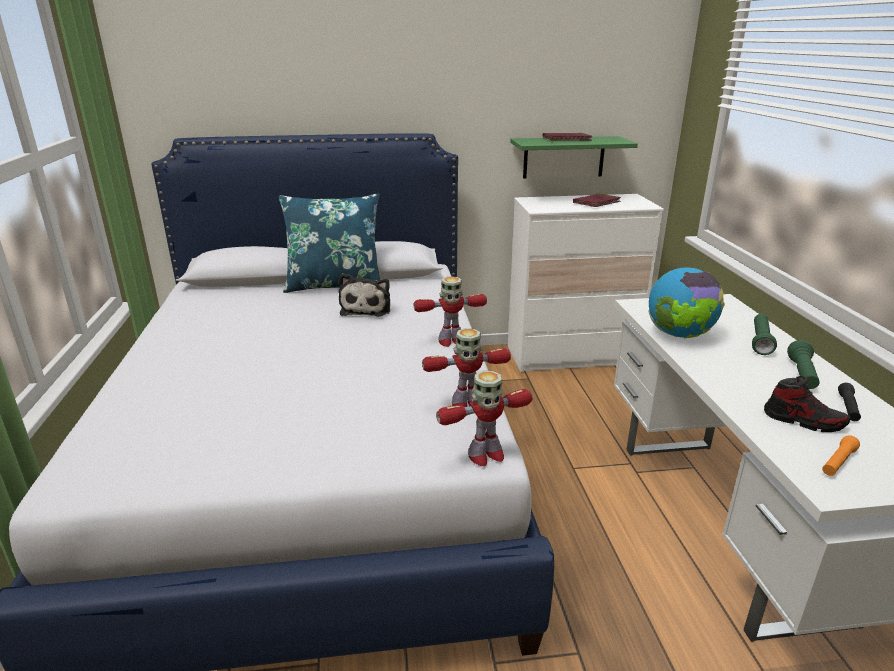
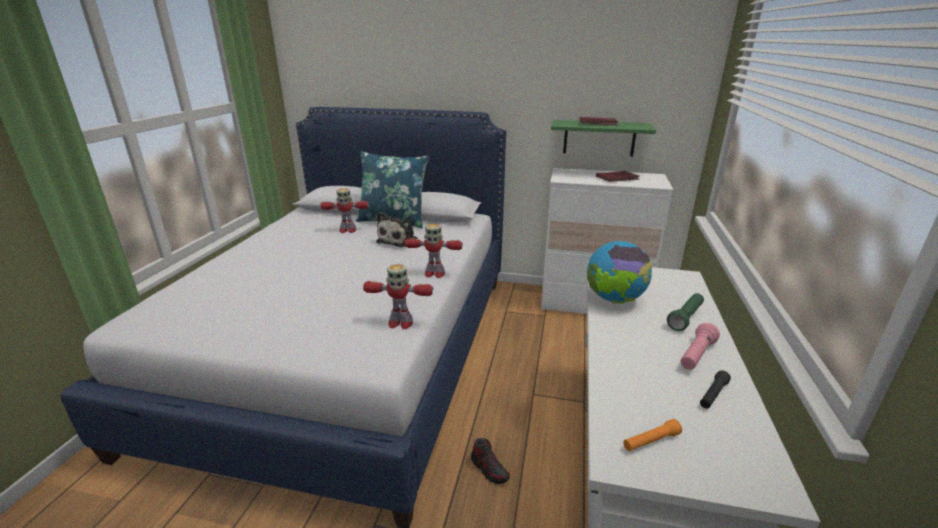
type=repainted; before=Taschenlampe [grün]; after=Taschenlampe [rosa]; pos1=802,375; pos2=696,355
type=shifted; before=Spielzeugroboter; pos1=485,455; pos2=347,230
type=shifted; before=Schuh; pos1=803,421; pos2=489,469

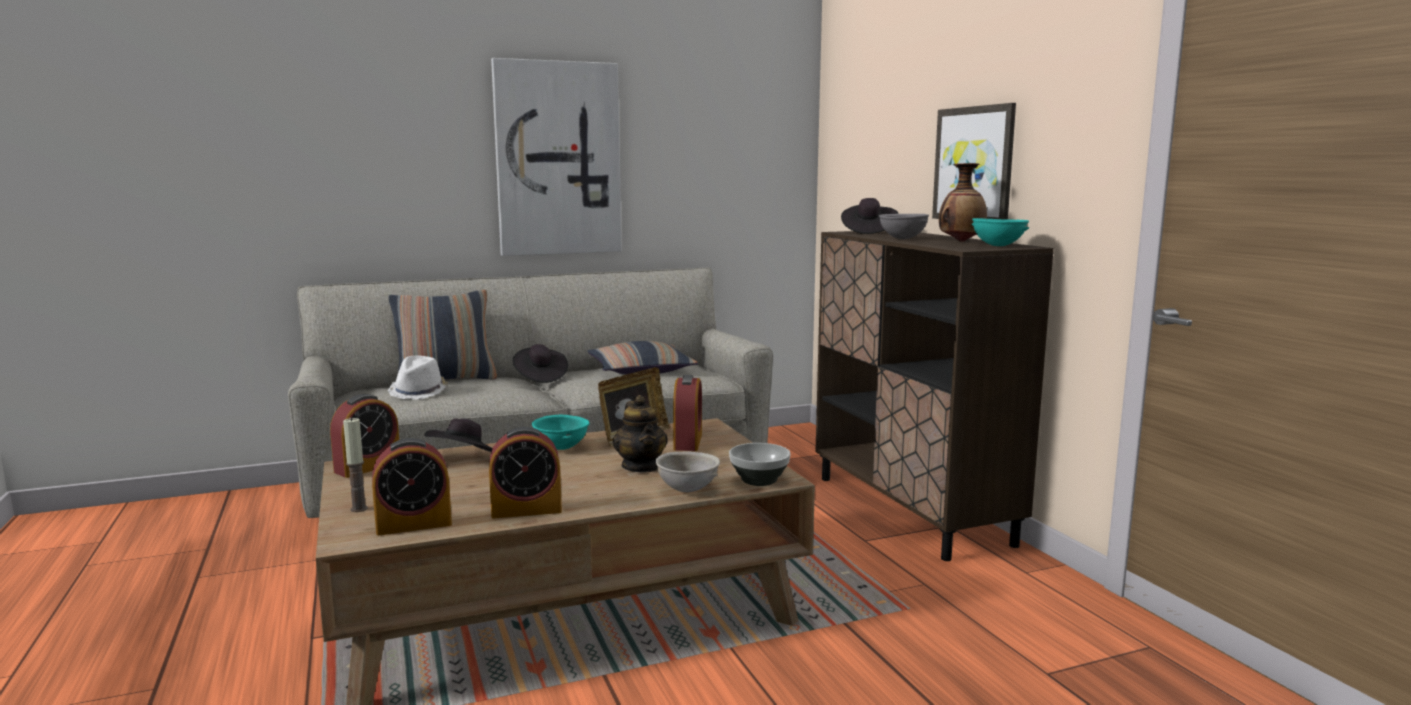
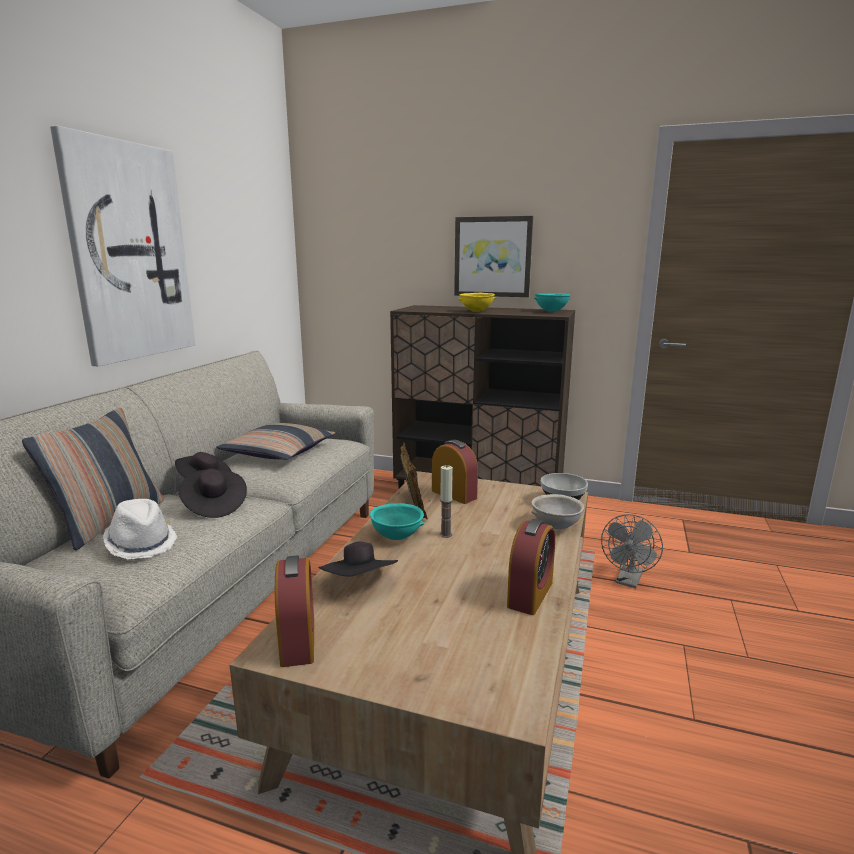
type=gone; before=Vase; pos1=960,241
type=shifted; before=Hut [schwarz]; pos1=868,232; pos2=214,506
type=repainted; before=Schüssel [grau]; after=Schüssel [gelb]; pos1=902,239; pos2=476,311
type=gone; before=Teekanne; pos1=641,467
type=shifted; before=Kerze; pos1=359,509; pos2=445,534
type=gone; before=Wecker; pos1=414,524
type=new; after=Ventilator [grau]; pos2=628,581

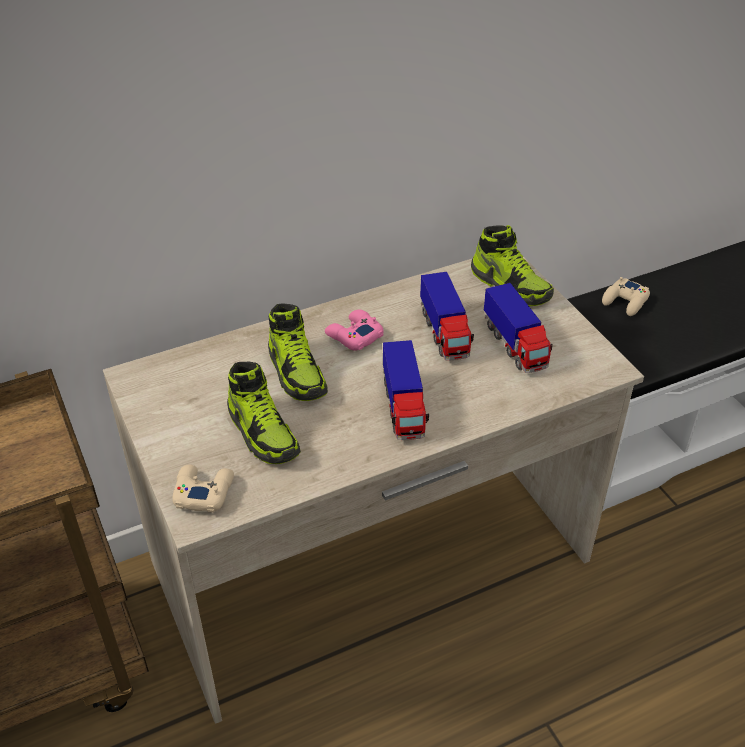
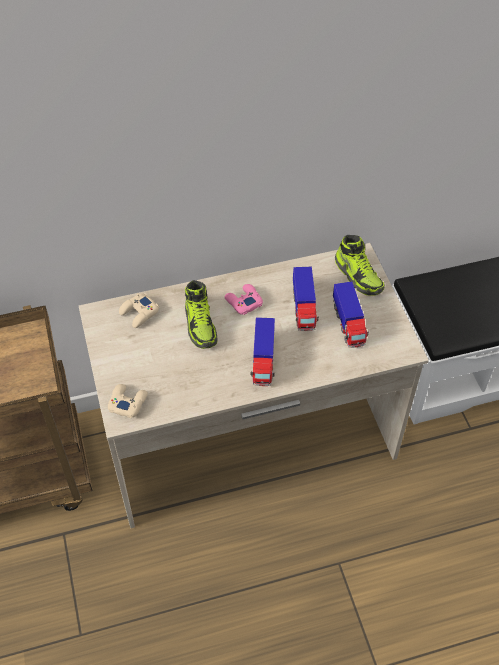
type=shifted; before=Gamepad [beige]; pos1=625,301; pos2=139,313
type=gone; before=Schuh; pos1=263,432

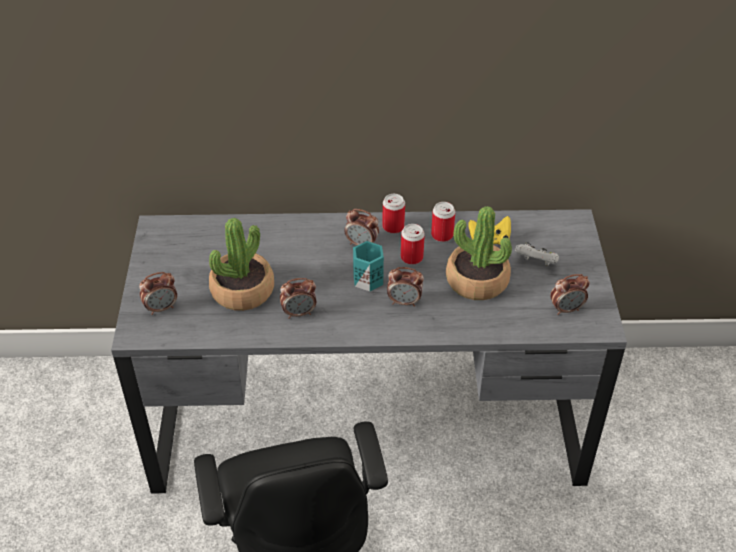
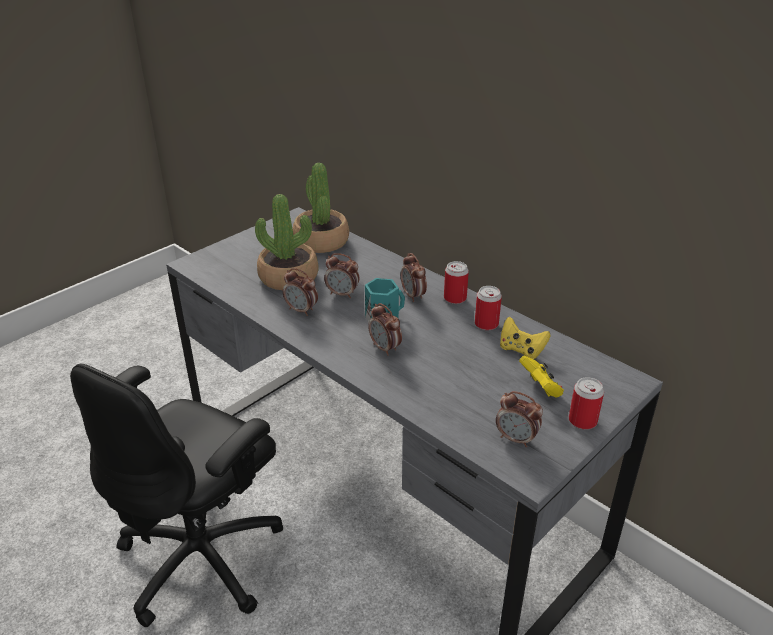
type=shifted; before=Topfpflanze; pos1=477,281; pos2=321,241
type=shifted; before=Dose; pos1=411,257; pos2=582,421
type=repainted; before=Gamepad [weiß]; after=Gamepad [gelb]; pos1=536,263; pos2=541,389
type=shifted; before=Wecker; pos1=161,308; pos2=342,294

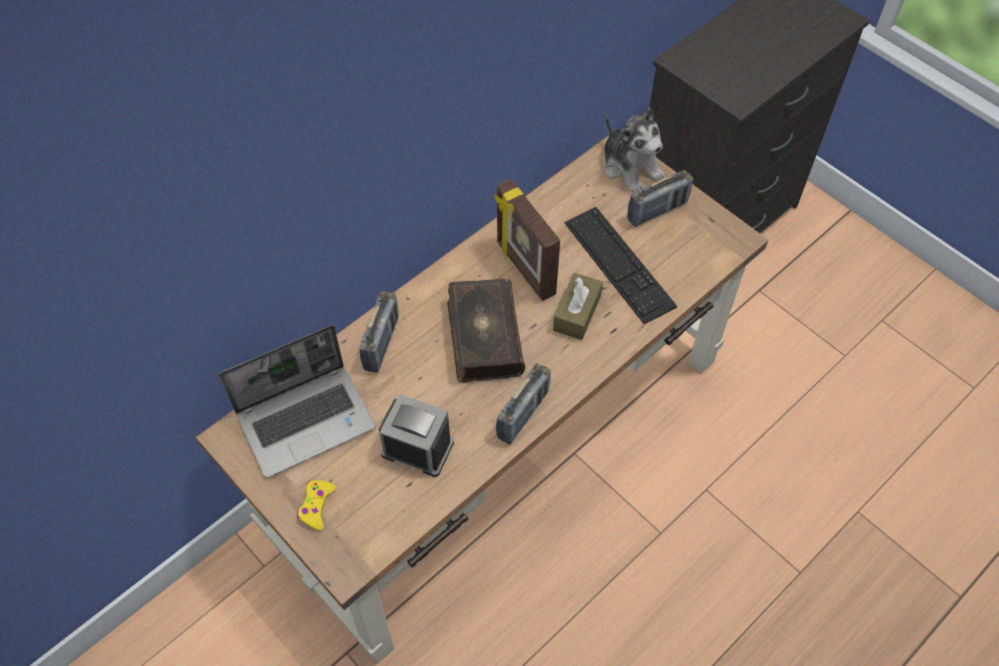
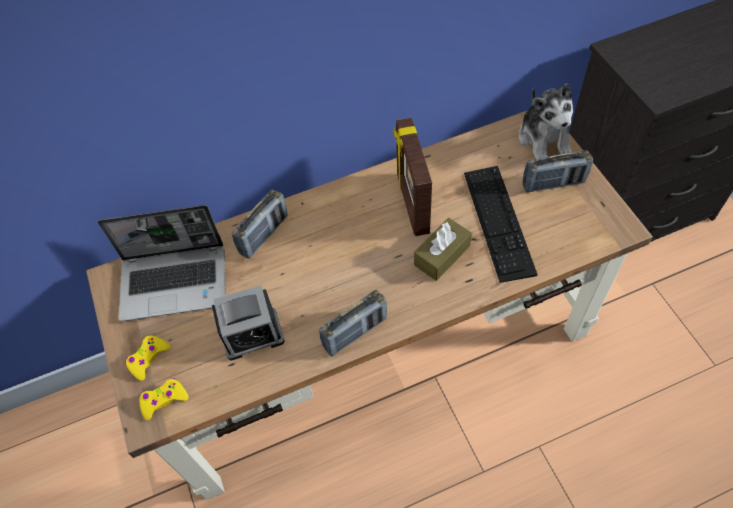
type=gone; before=Buch; pos1=483,337
type=rotated; before=Wecker; pos1=417,448; pos2=252,334; turn=120
type=new; after=Gamepad [gelb]; pos2=164,400

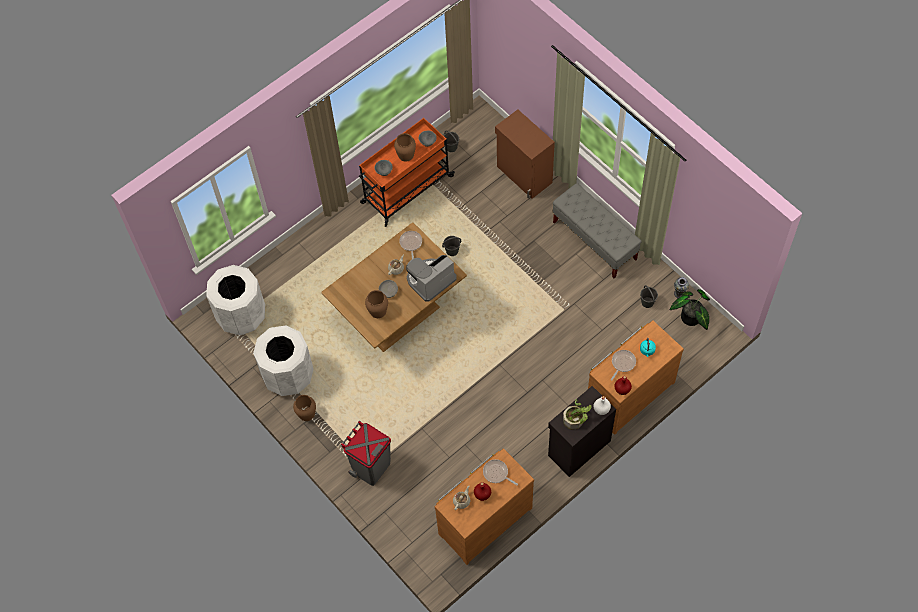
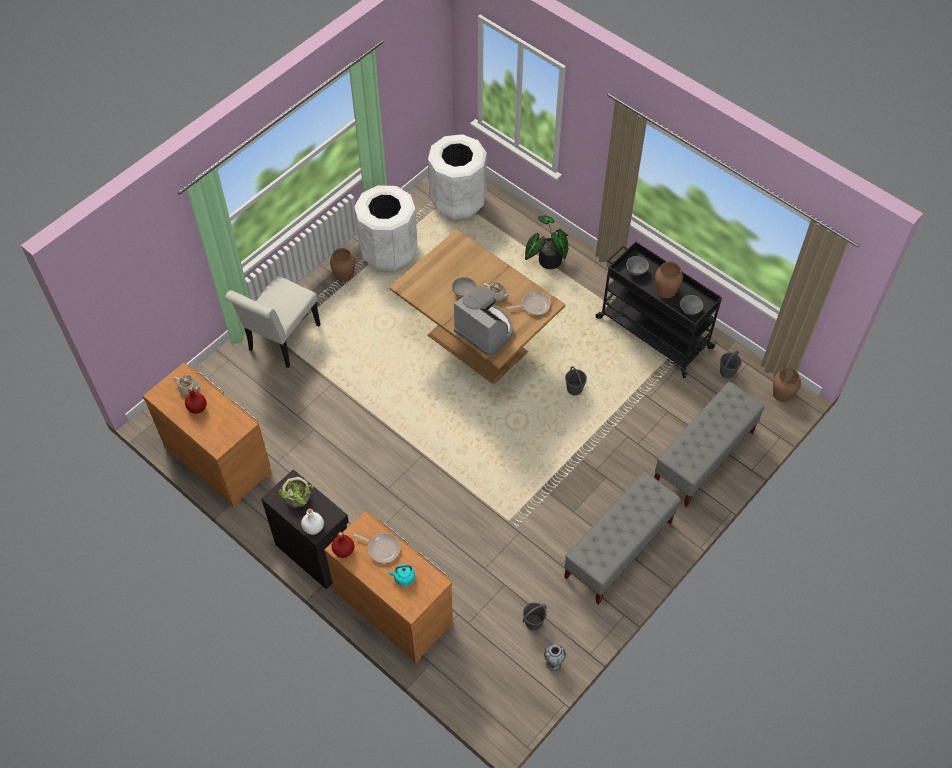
type=swapped; before=Schrank [braun]; after=Bank [grau]; pos1=524,175; pos2=703,457
type=repainted; before=Rollwagen [orange]; after=Rollwagen [schwarz]; pos1=406,190; pos2=652,332
type=shifted; before=Topfpflanze; pos1=690,319; pos2=547,260
type=shifted; before=Vase [braun]; pos1=378,311; pos2=782,394
type=swapped; before=Mülleimer [grau]; after=Stuhl [weiß]; pos1=371,467; pos2=281,341
type=gone; before=Pfanne; pos1=497,473

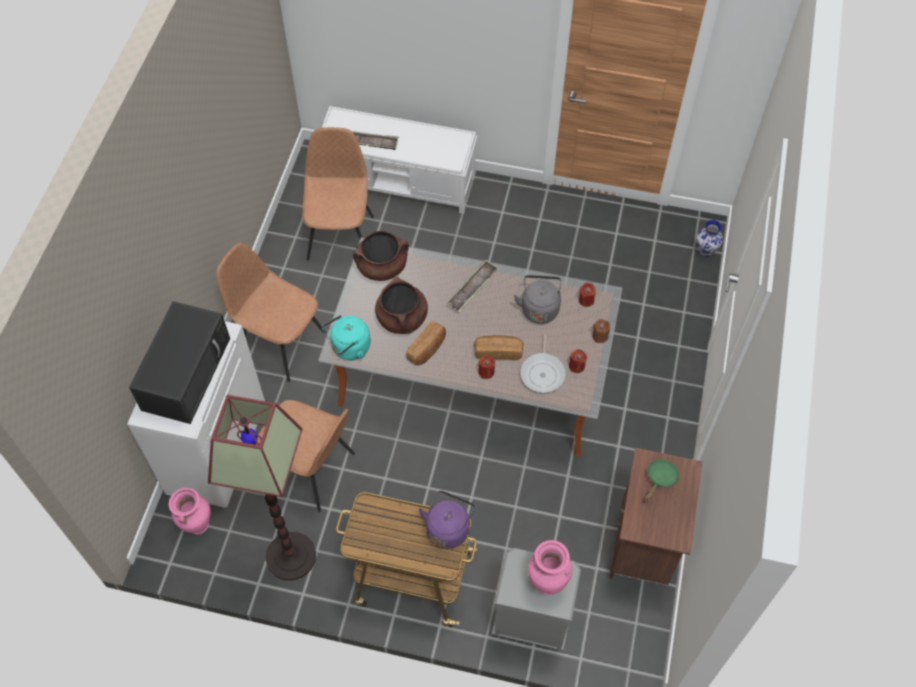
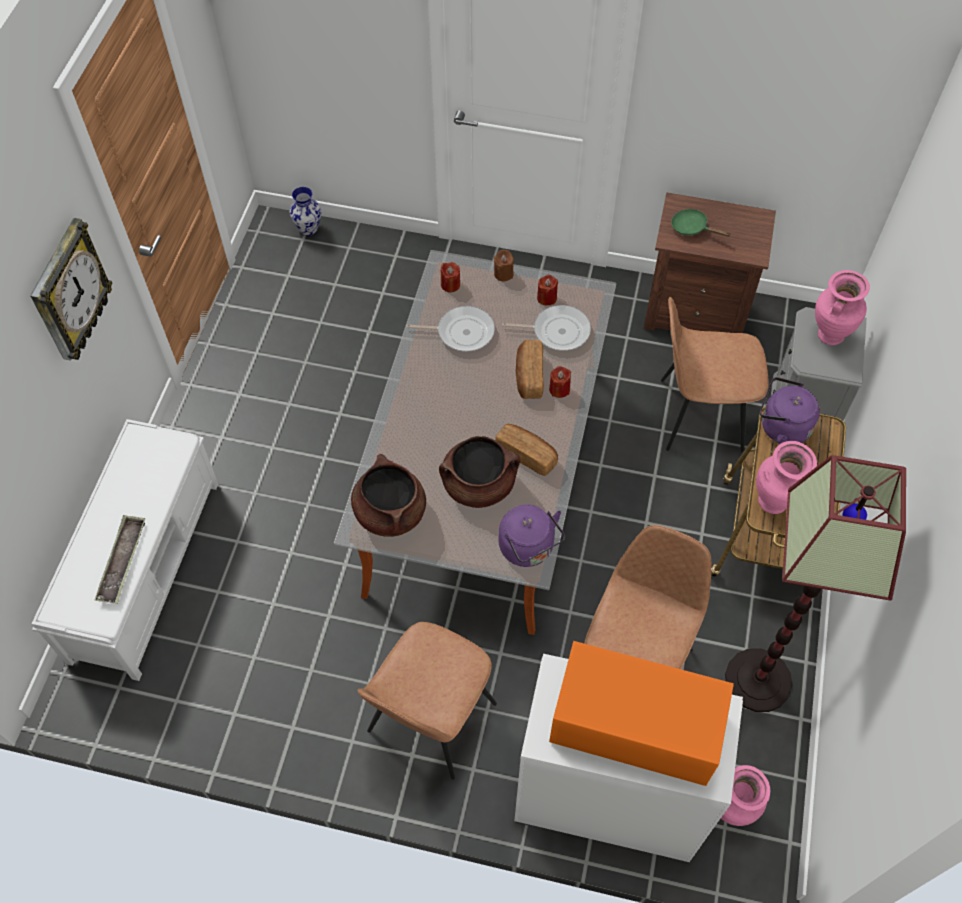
type=shifted; before=Stuhl [braun]; pos1=341,236; pos2=698,414
type=gone; before=Tablett; pos1=472,288
type=swapped; before=Wasserkessel [grau]; after=Pfanne; pos1=539,308; pos2=462,332
type=repainted; before=Mikrowelle [schwarz]; after=Mikrowelle [orange]; pos1=186,372; pos2=632,725
type=repainted; before=Wasserkessel [türkis]; after=Wasserkessel [lila]; pos1=349,348; pos2=528,549
type=new; after=Wanduhr; pos2=69,293
type=new; after=Vase [rosa]; pos2=773,503

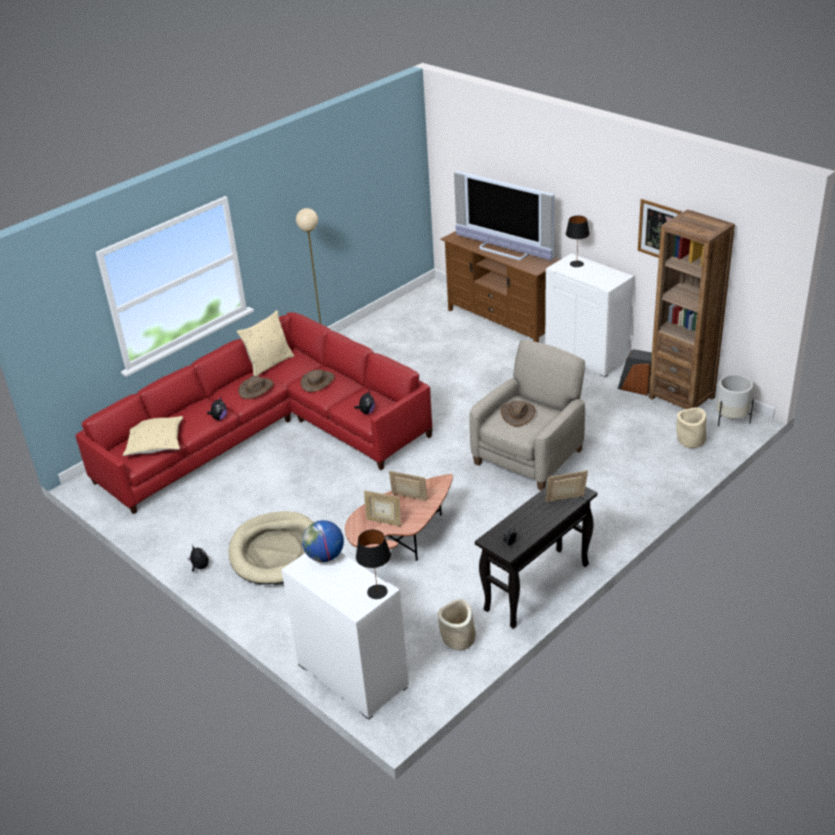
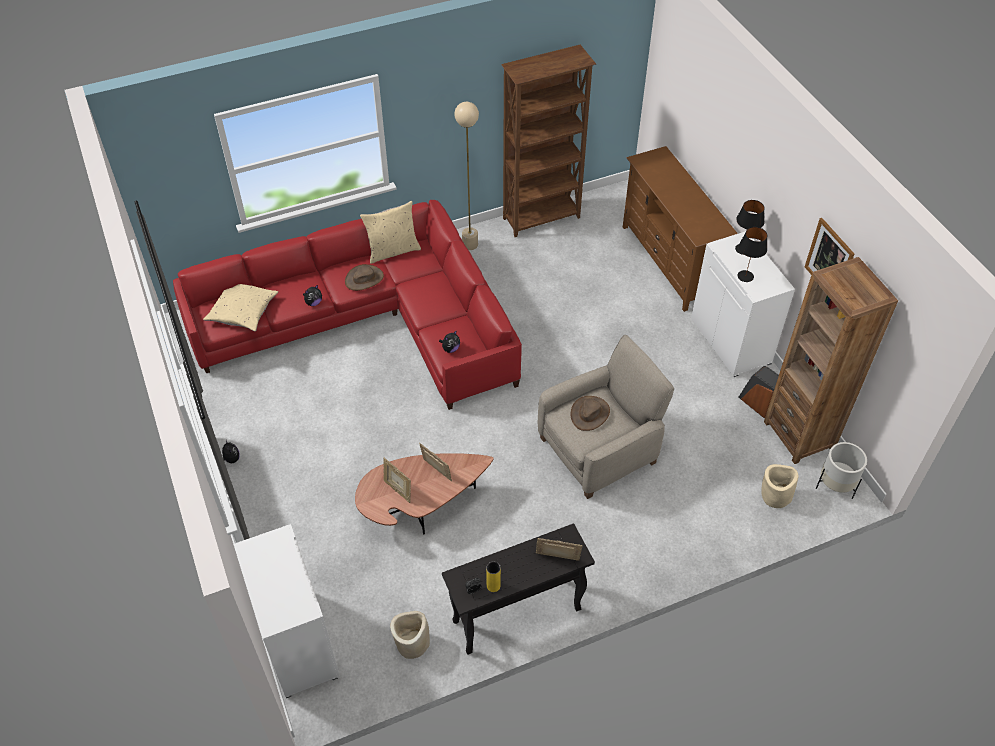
type=gone; before=Fernseher; pos1=505,250
type=gone; before=Hut [braun]; pos1=318,382
type=gone; before=Hundebett [beige]; pos1=277,552
type=gone; before=Globus; pos1=325,556
type=shifted; before=Tischlampe [schwarz]; pos1=377,591; pos2=746,276
type=new; after=Bücherregal [braun]; pos2=542,218
type=new; after=Vase [gelb]; pos2=493,586

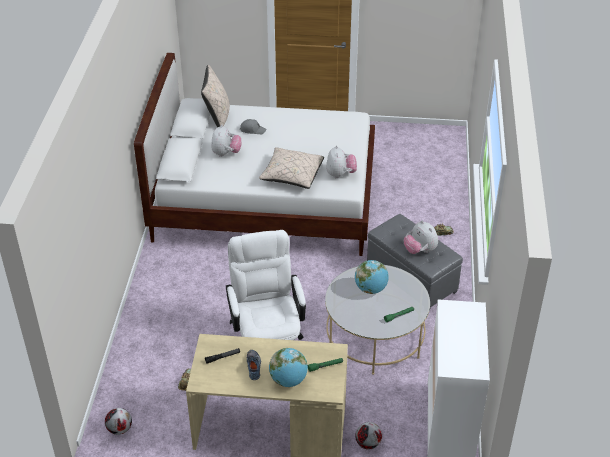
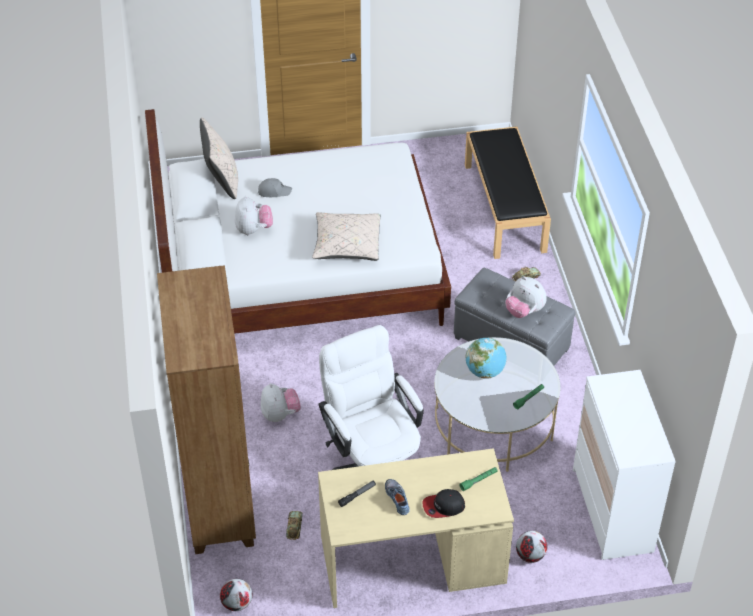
type=shifted; before=Plüschtier; pos1=340,174; pos2=280,414
type=swapped; before=Globus; after=Kappe; pos1=288,380; pos2=443,506
type=new; after=Bank [schwarz]; pos2=505,208
type=new; after=Bücherregal [braun]; pos2=220,501

